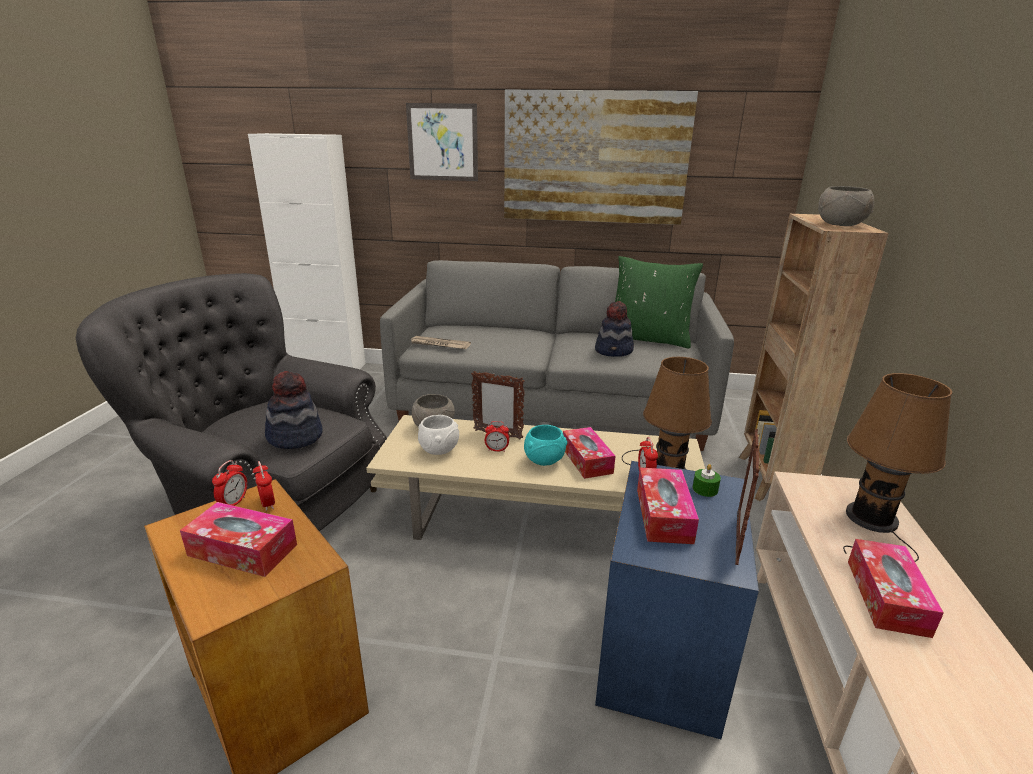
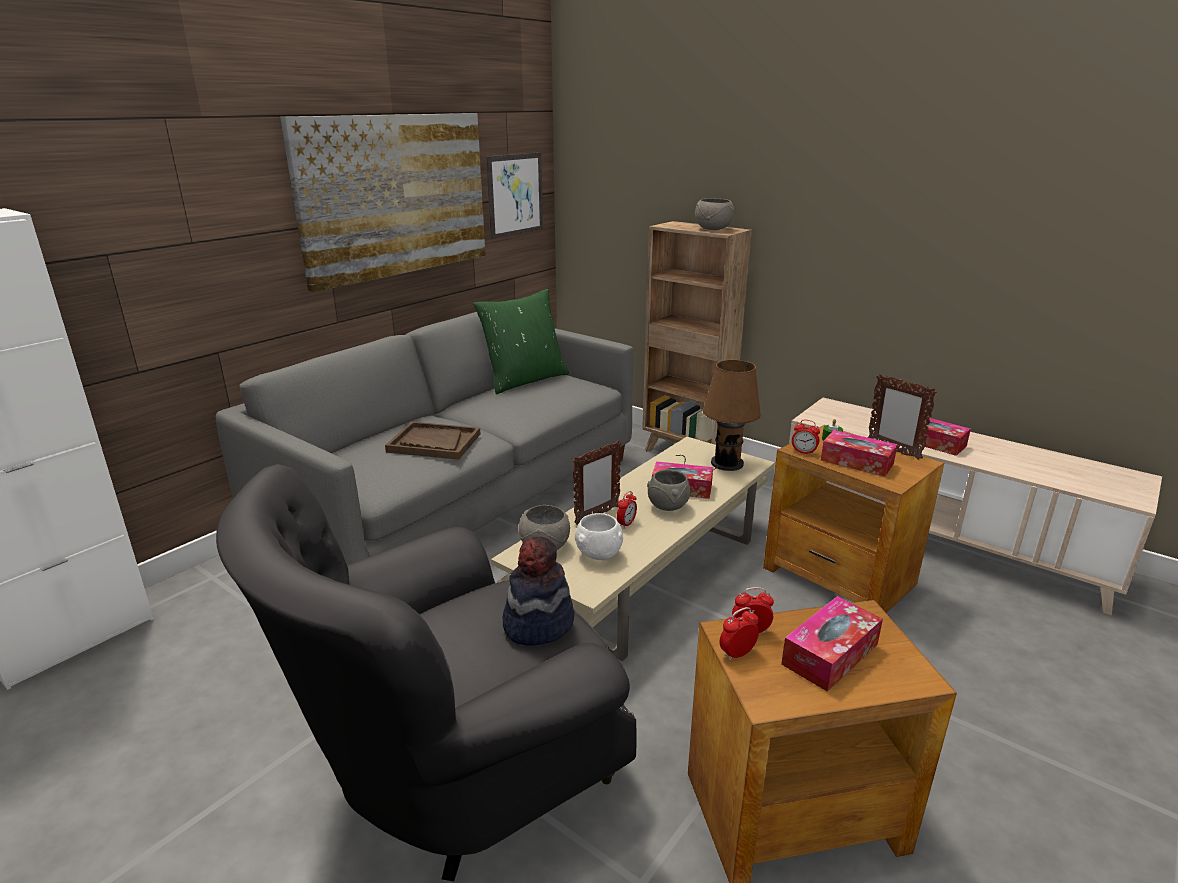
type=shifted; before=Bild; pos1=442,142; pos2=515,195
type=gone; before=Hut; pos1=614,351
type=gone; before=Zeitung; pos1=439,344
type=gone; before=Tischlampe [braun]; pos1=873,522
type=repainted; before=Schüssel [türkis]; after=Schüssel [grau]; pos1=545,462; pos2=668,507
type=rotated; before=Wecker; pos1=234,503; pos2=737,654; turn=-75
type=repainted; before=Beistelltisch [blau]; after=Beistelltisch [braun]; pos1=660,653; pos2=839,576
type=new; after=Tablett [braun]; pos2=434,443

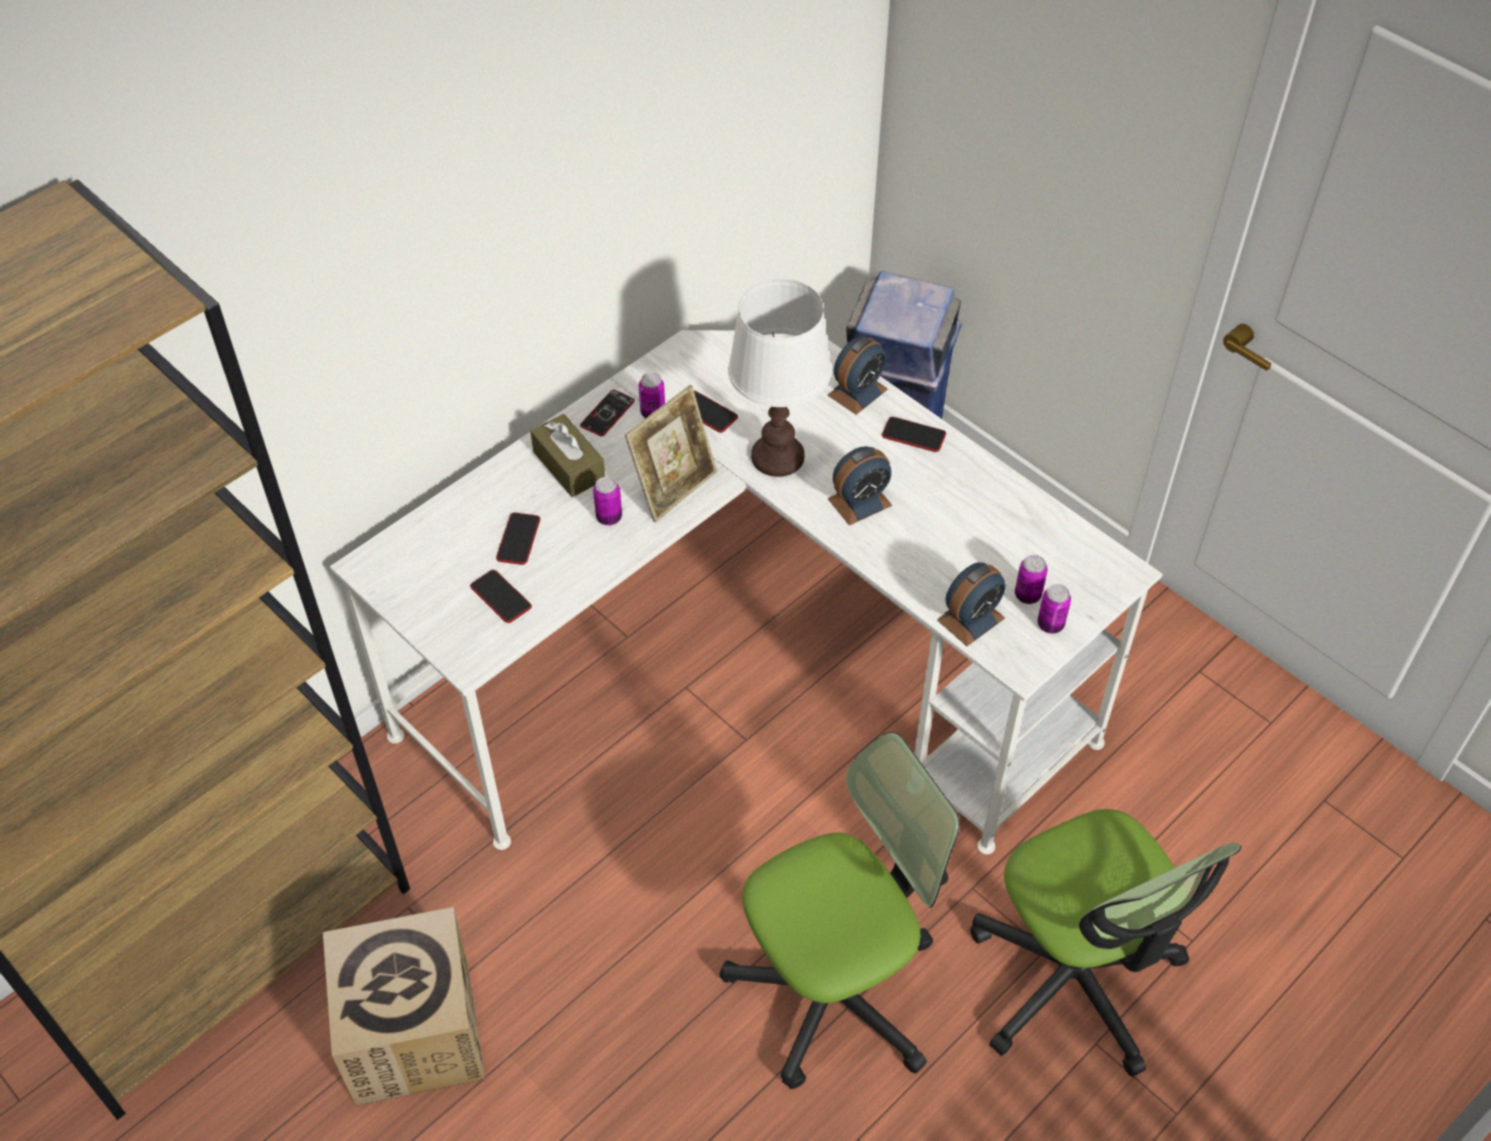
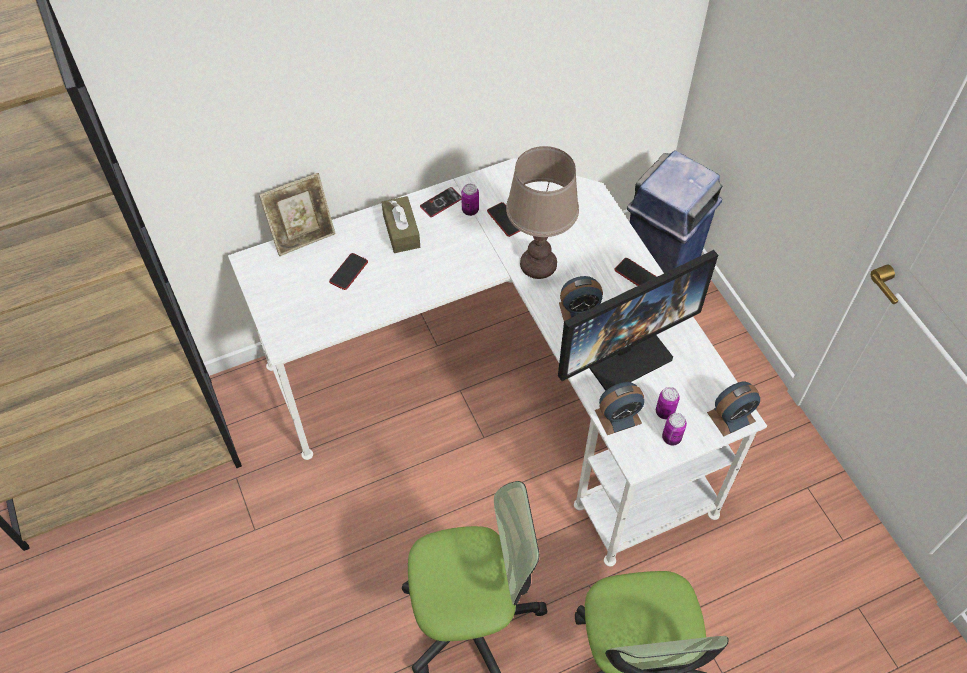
type=repainted; before=Tischlampe [weiß]; after=Tischlampe [braun]; pos1=778,456; pos2=539,263
type=shifted; before=Wecker; pos1=857,392; pos2=731,417
type=shifted; before=Bilderrahmen; pos1=674,488; pos2=303,237
type=gone; before=Dose; pos1=609,517
type=gone; before=Handy; pos1=501,597
type=gone; before=Karton; pos1=414,1032
type=new; after=Monitor; pos2=622,350

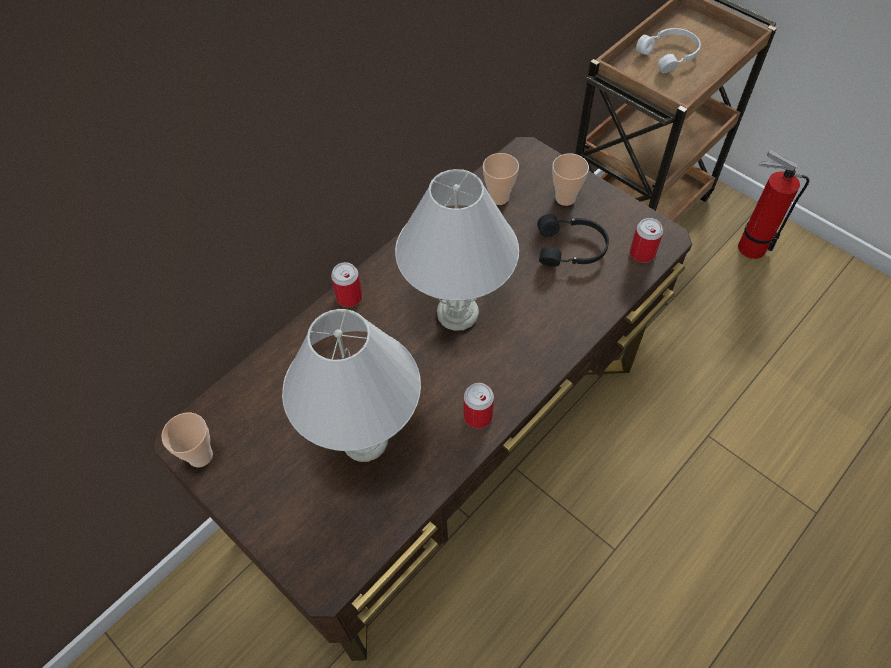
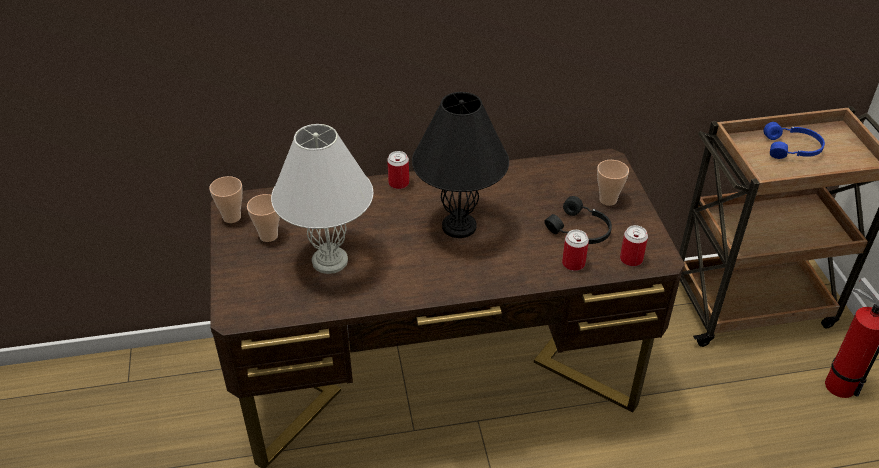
type=repainted; before=Kopfhörer [weiß]; after=Kopfhörer [blau]; pos1=670,55; pos2=792,149
type=shifted; before=Tasse; pos1=499,197; pos2=268,236
type=repainted; before=Tischlampe [weiß]; after=Tischlampe [schwarz]; pos1=457,314; pos2=458,227
type=shifted; before=Dose; pos1=478,416; pos2=573,264

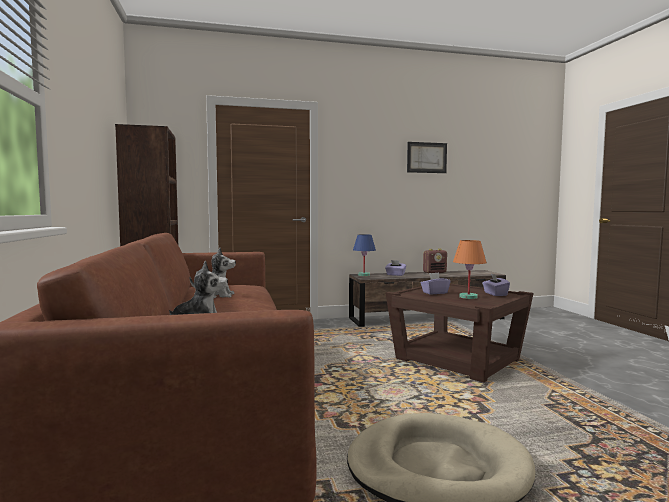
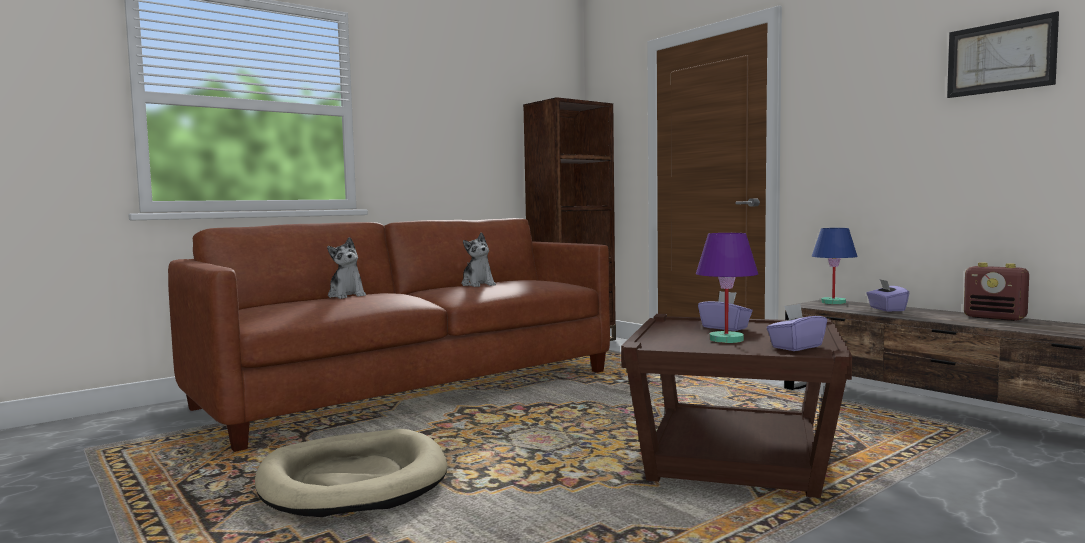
type=repainted; before=Tischlampe [orange]; after=Tischlampe [lila]; pos1=468,297; pos2=725,339

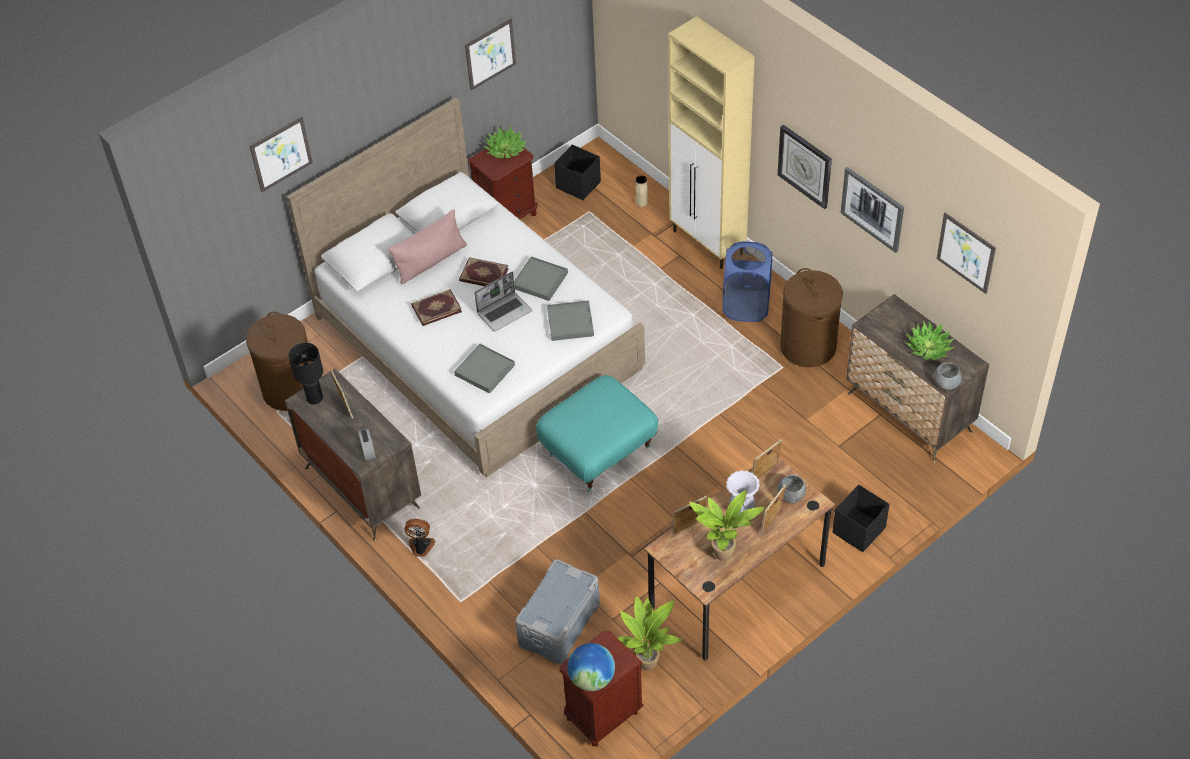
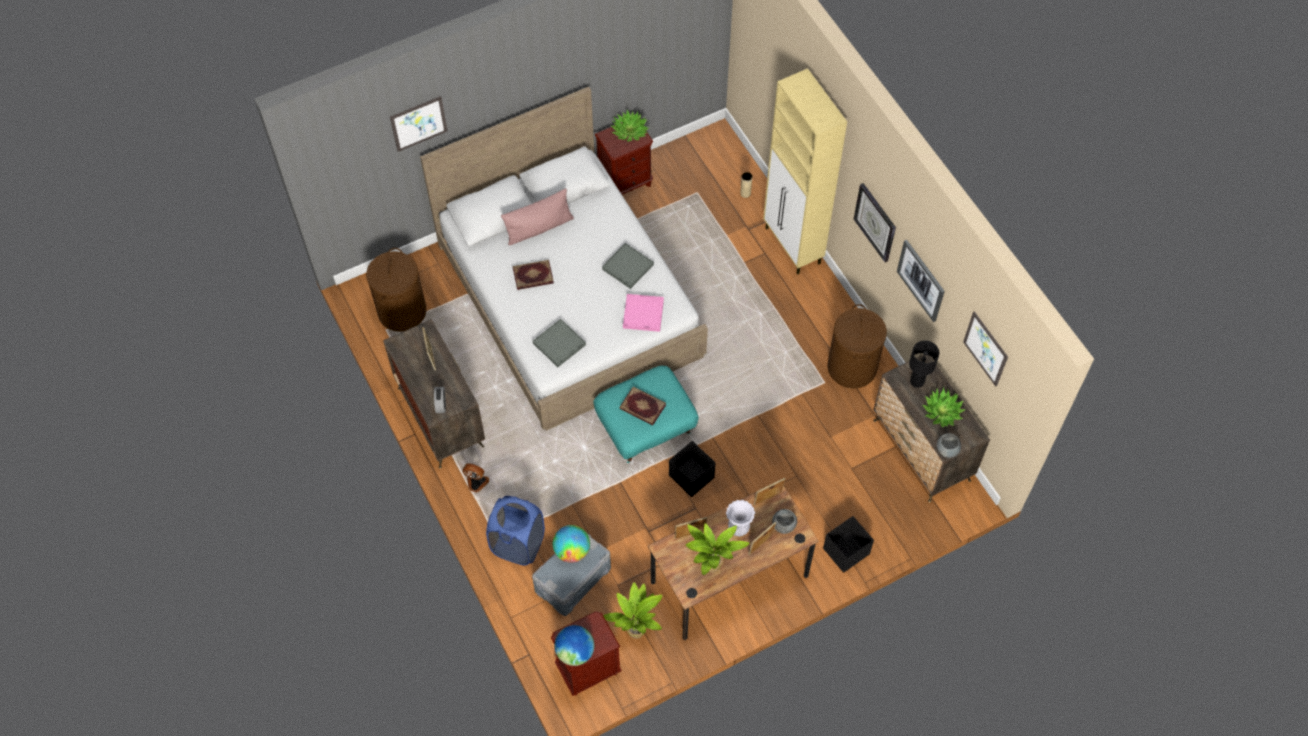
type=gone; before=Bild; pos1=490,54
type=shifted; before=Aufbewahrungsbox [schwarz]; pos1=578,184; pos2=691,476
type=shifted; before=Wäschekorb [blau]; pos1=746,306; pos2=518,544
type=shifted; before=Buch; pos1=483,275; pos2=642,407
type=gone; before=Laptop; pos1=504,312
type=repainted; before=Tablett [grau]; after=Tablett [rosa]; pos1=570,322; pos2=643,314
type=shifted; before=Tischlampe [schwarz]; pos1=315,398; pos2=917,381
type=new; after=Globus; pos2=572,551

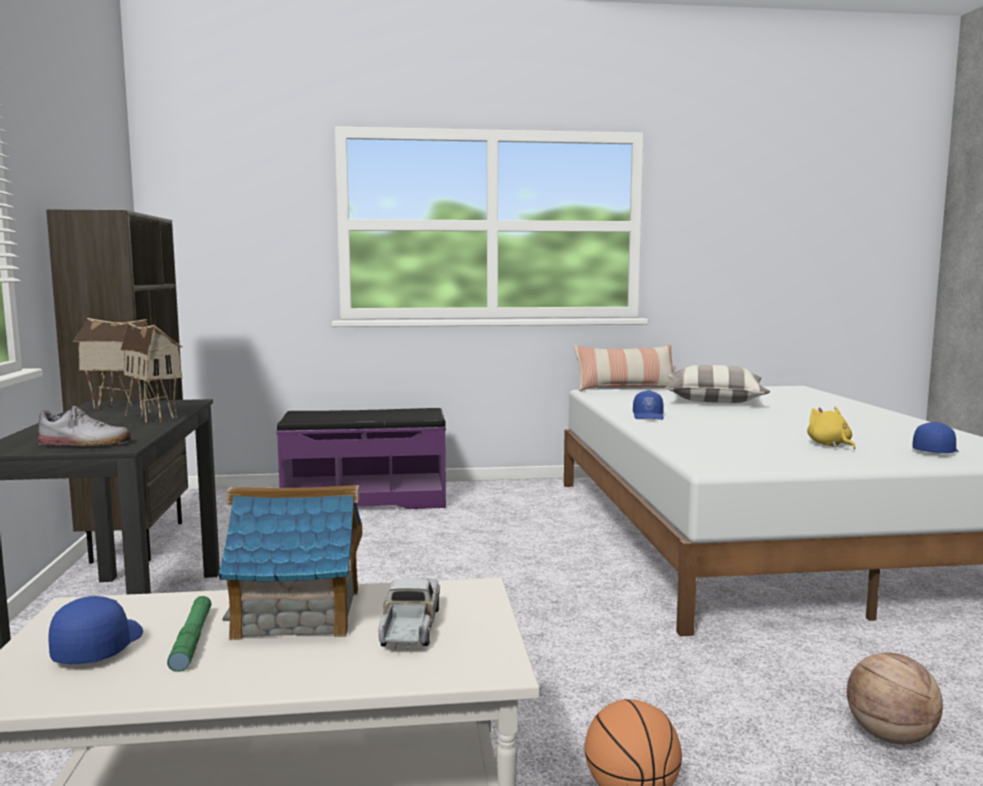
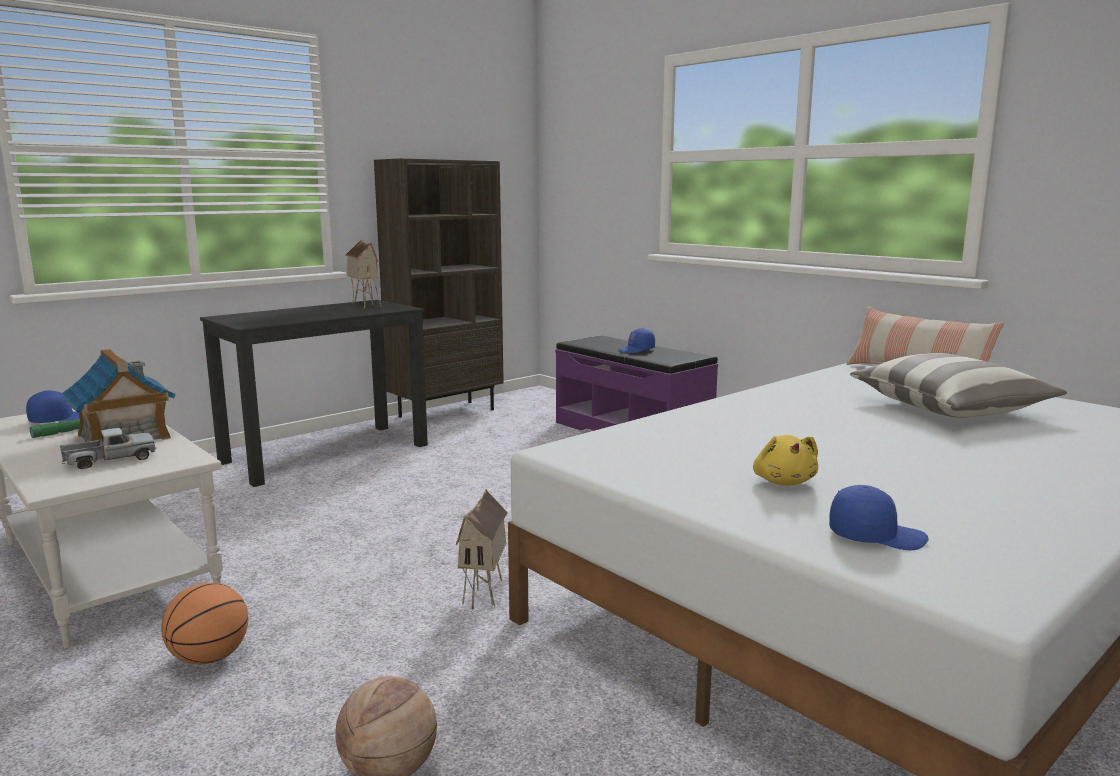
type=shifted; before=Spielzeughaus; pos1=154,417; pos2=485,595
type=shifted; before=Kappe [blau]; pos1=649,416; pos2=636,350
type=gone; before=Schuh; pos1=84,443
type=rotated; before=Plüschtier [gelb]; pos1=830,445; pos2=784,482; turn=135

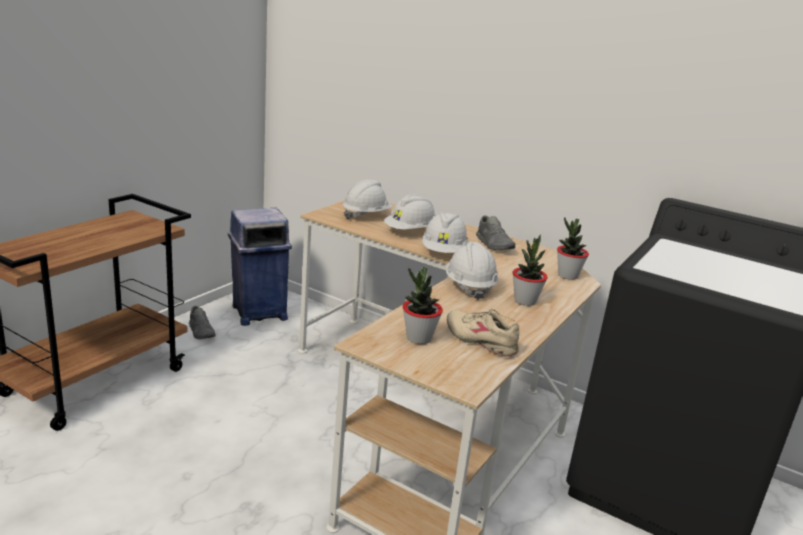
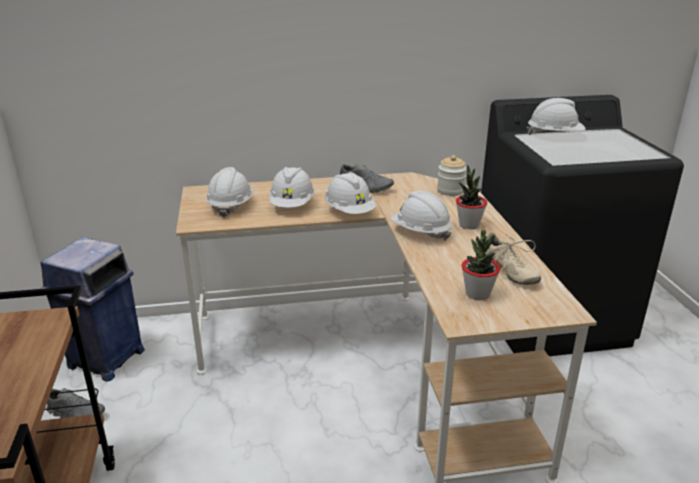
type=swapped; before=Topfpflanze; after=Vorratsglas; pos1=567,276; pos2=450,191
type=rotated; before=Schuh [beige]; pos1=481,340; pos2=508,272; turn=-120
type=new; after=Schutzhelm [weiß]; pos2=554,136

